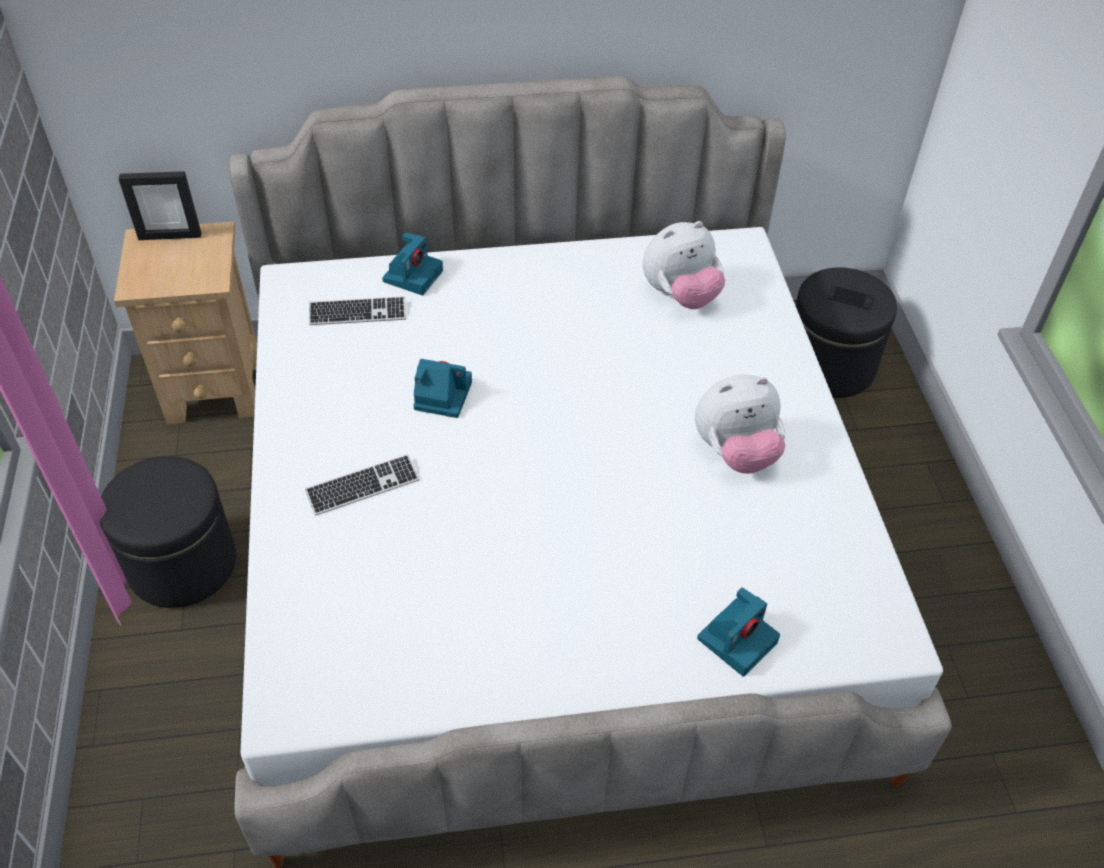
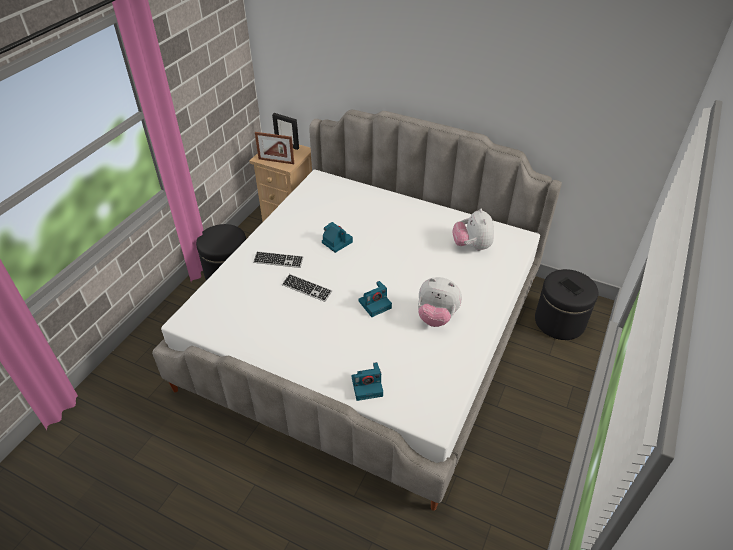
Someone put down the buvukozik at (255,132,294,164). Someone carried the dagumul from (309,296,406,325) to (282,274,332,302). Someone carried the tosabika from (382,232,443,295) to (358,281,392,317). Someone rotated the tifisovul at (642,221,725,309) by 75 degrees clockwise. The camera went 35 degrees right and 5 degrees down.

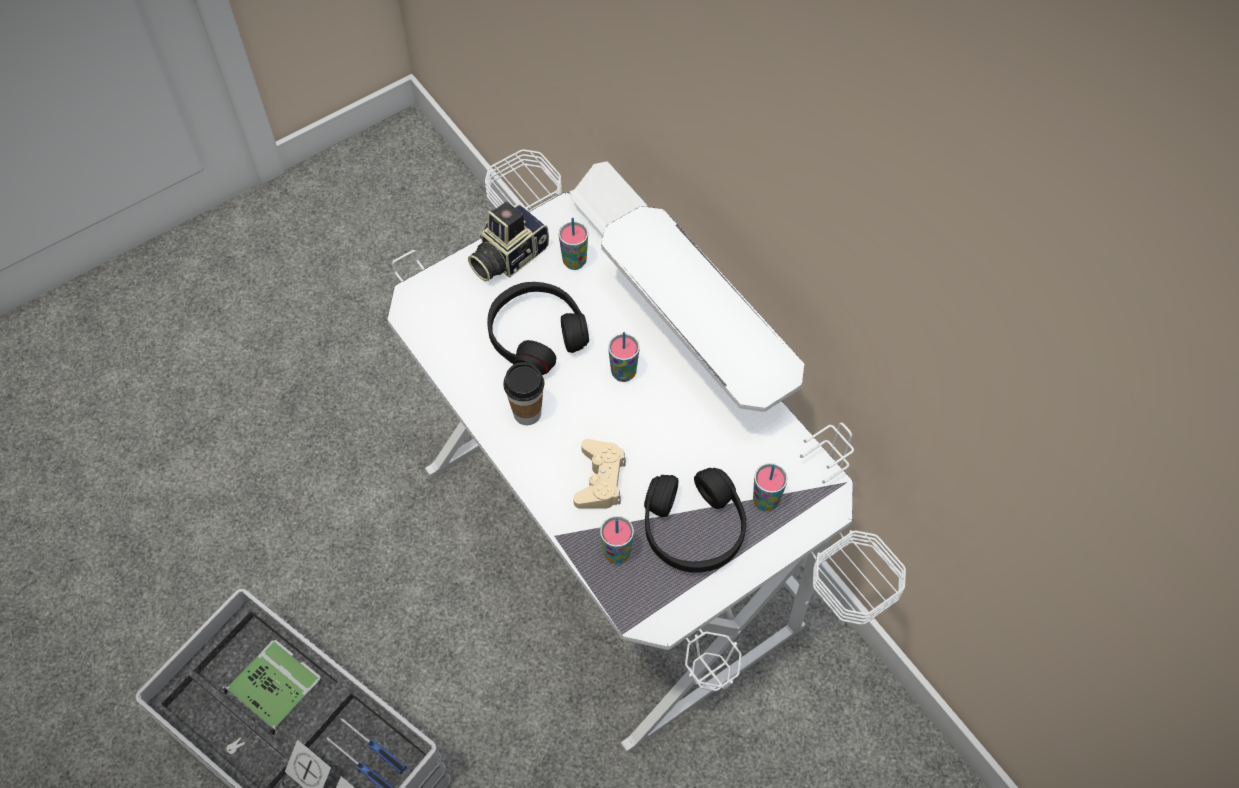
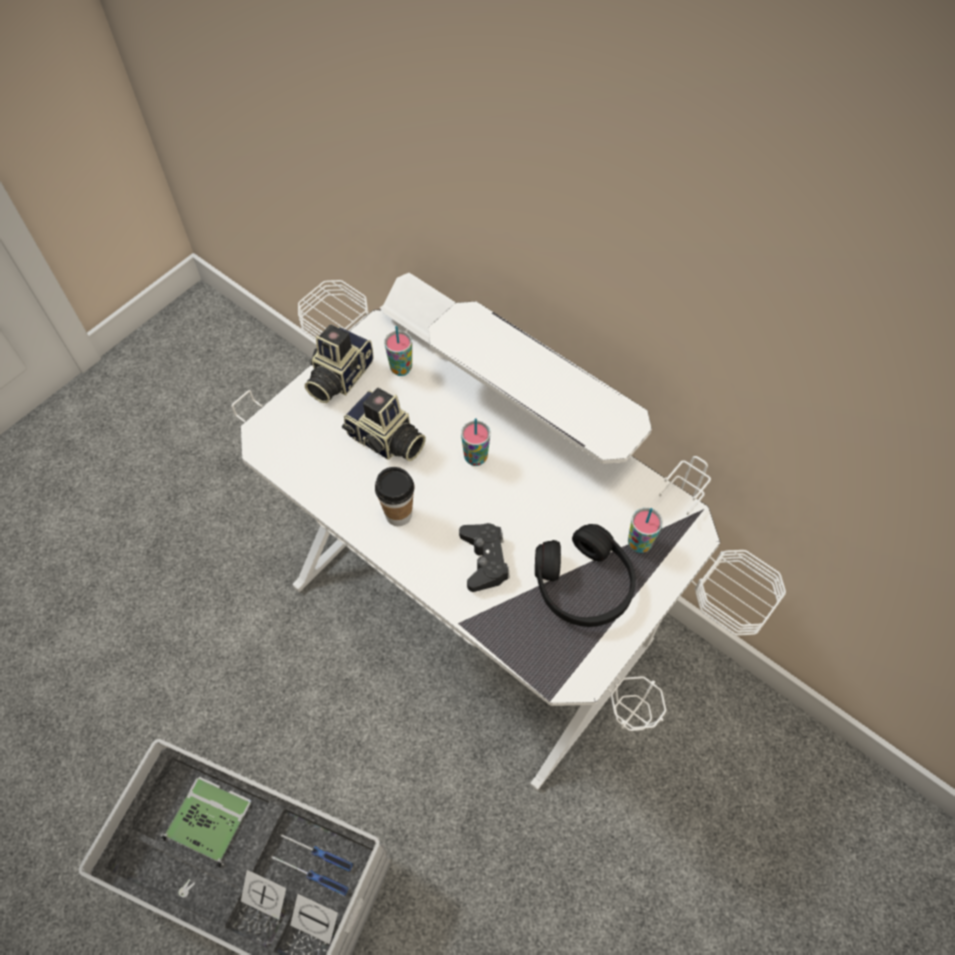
Someone swapped the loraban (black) at (487,282,589,375) for the tosabika at (342,388,426,461). Someone repainted the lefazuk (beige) at (573,439,626,509), which became the lefazuk (black) at (459,523,510,592). Someone took away the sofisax at (600,516,634,564). The camera went 15 degrees left and 0 degrees up.

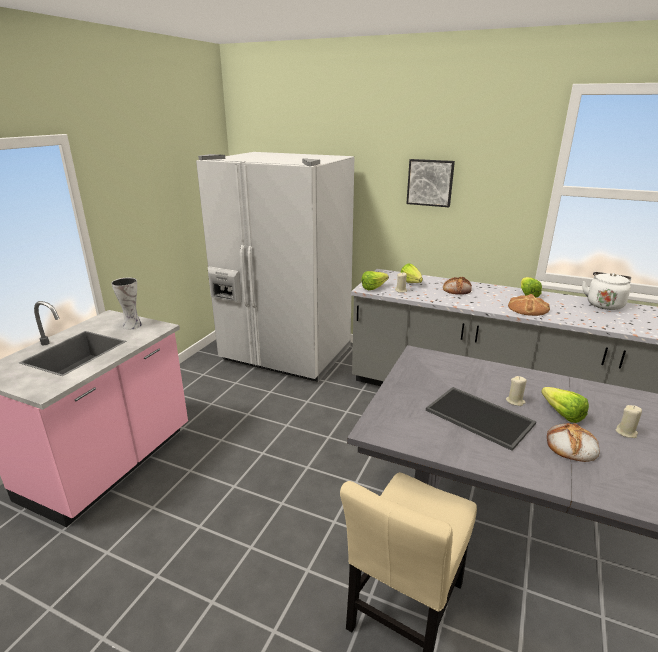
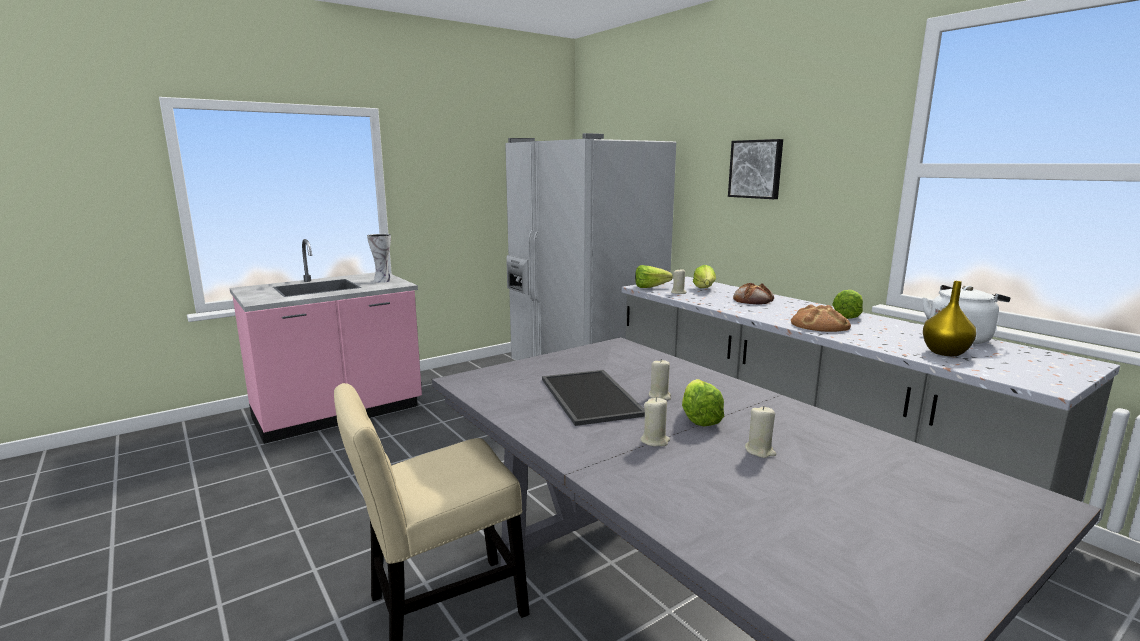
Someone swapped the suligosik at (547,423,600,462) for the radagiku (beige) at (640,397,670,446). Someone put down the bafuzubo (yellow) at (923,281,976,356). The camera went 30 degrees right and 10 degrees down.

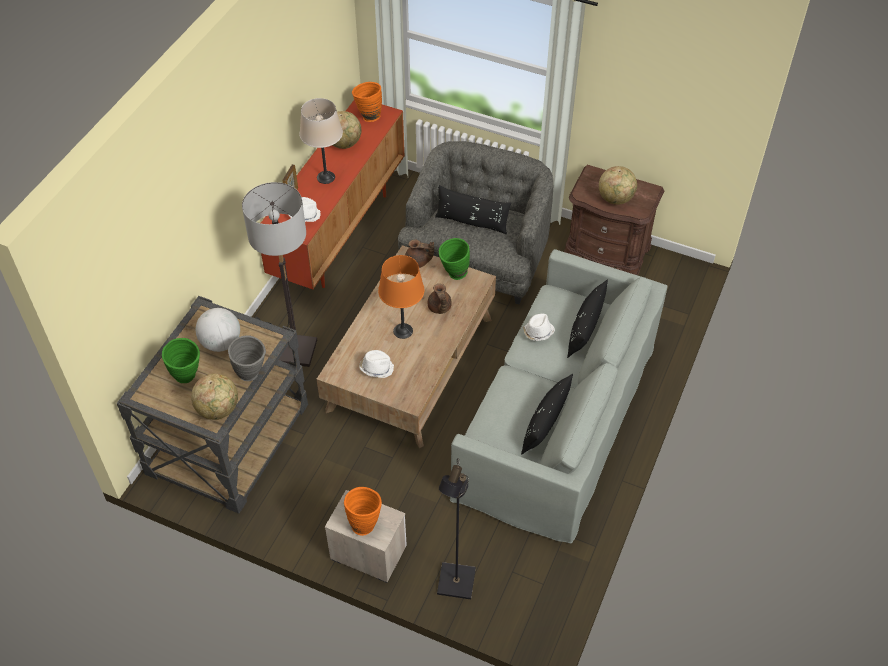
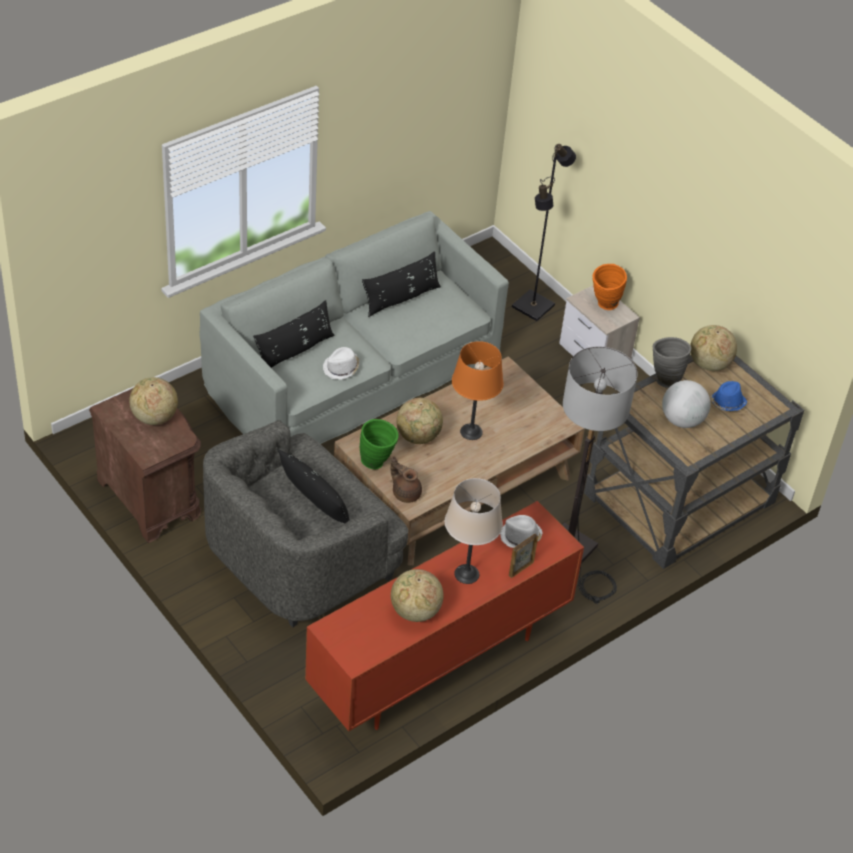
Someone swapped the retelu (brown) at (428,284,452,314) for the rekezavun at (396,398,443,444). Someone swapped the bafuzubo (green) at (162,338,200,383) for the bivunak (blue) at (710,381,747,411). Someone took away the bafuzubo (orange) at (352,82,382,122). Someone took away the bivunak (white) at (359,350,394,378). The camera went 155 degrees left and 5 degrees down.

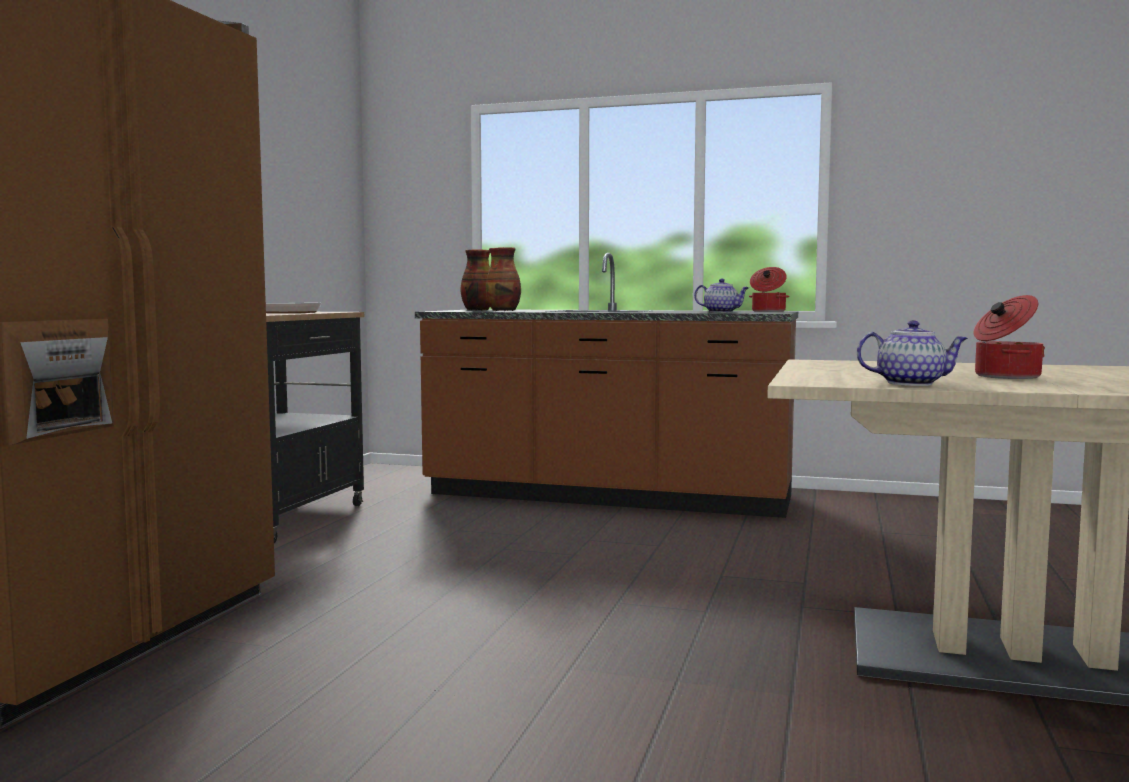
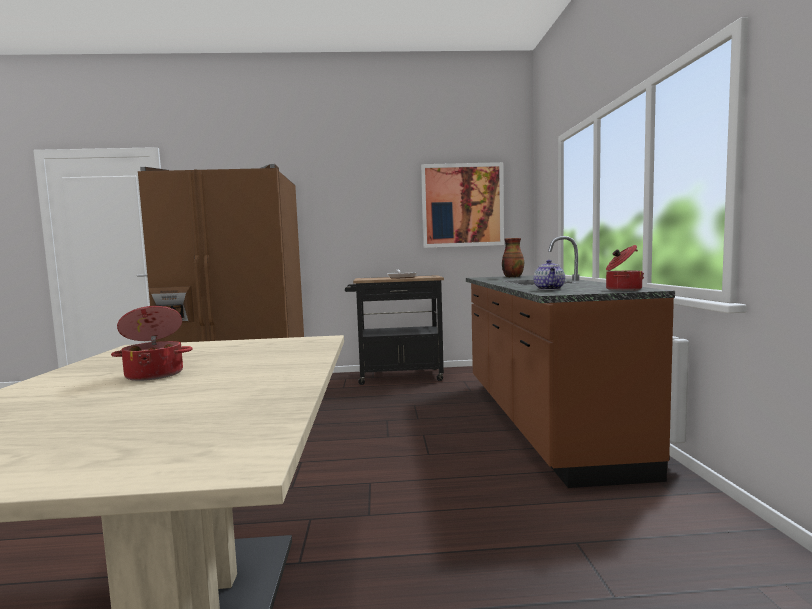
Someone put up the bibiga at (421,162,504,248). Someone took away the bafuzubo at (486,247,521,311). Someone took away the retelu at (857,320,968,386). The camera went 70 degrees right and 0 degrees up.

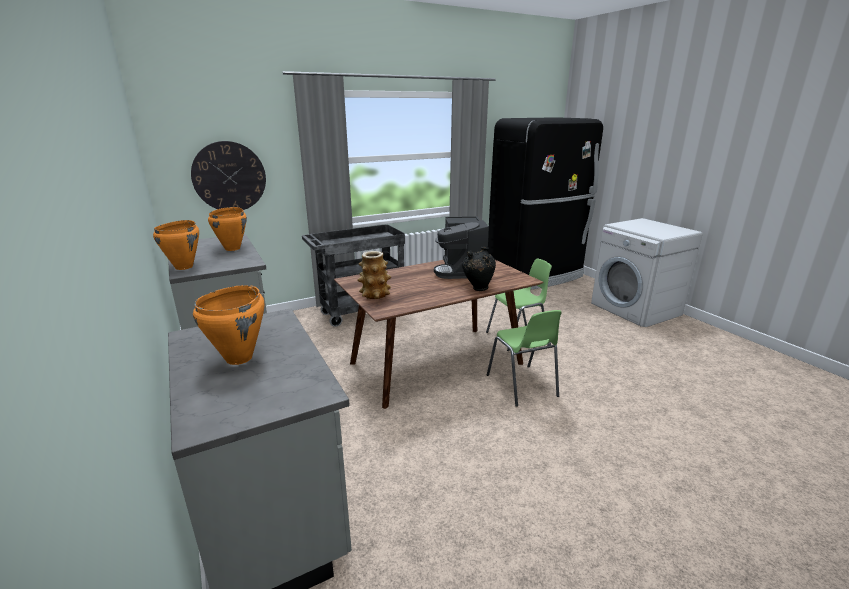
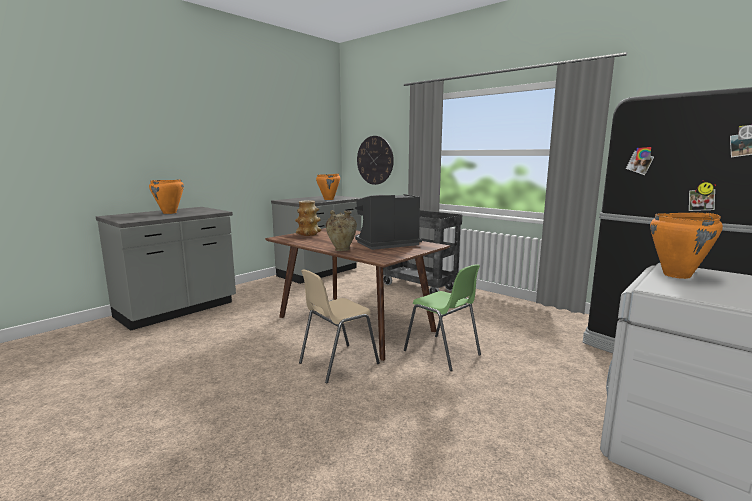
Someone repainted the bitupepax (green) at (487,310,562,407), which became the bitupepax (beige) at (299,269,380,384). Someone repainted the bafuzubo (black) at (462,247,496,291), which became the bafuzubo (beige) at (326,210,357,251). Someone carried the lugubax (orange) from (153,220,199,270) to (650,213,723,279). The camera went 70 degrees right and 10 degrees down.

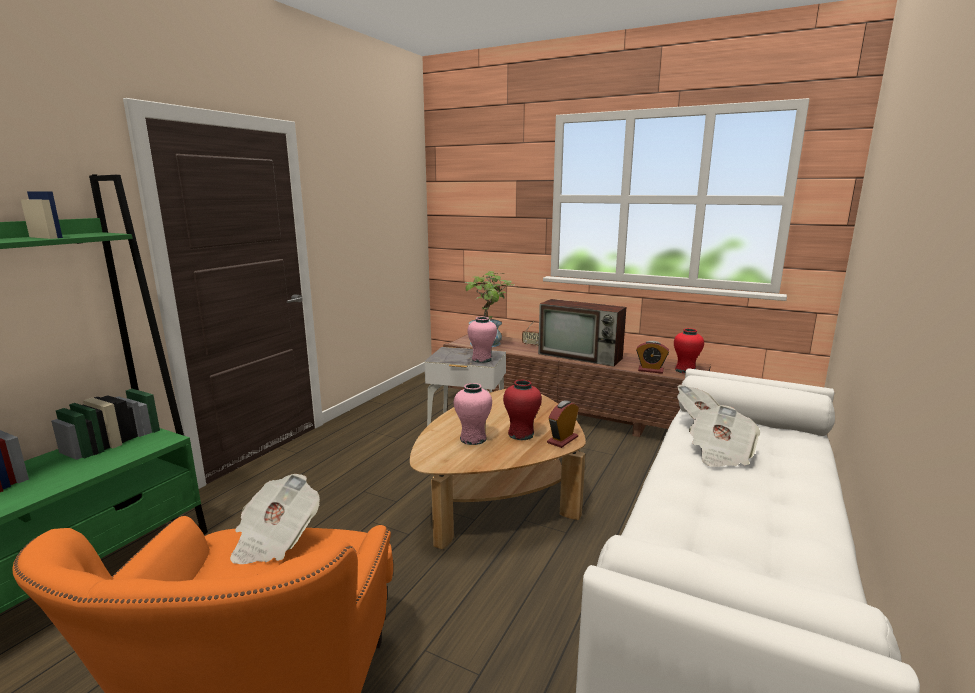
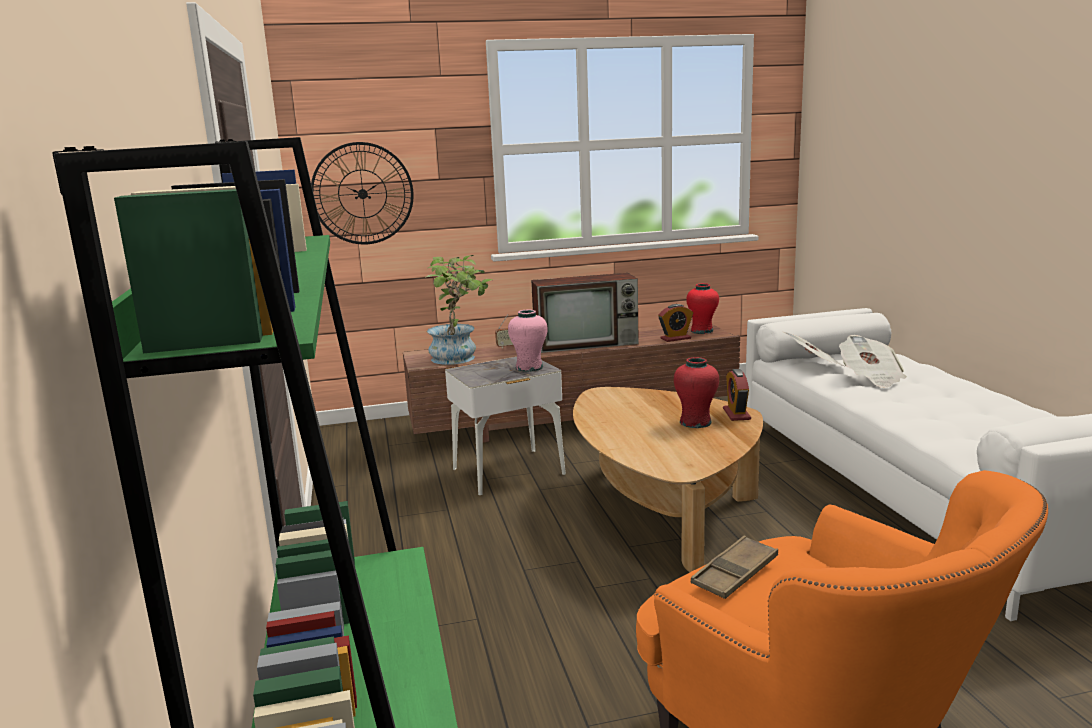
Someone put up the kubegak at (311,142,414,245). Someone swapped the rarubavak at (230,474,320,564) for the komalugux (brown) at (691,536,778,599). Someone took away the bafuzubo (pink) at (454,383,492,445). The camera went 40 degrees left and 0 degrees up.

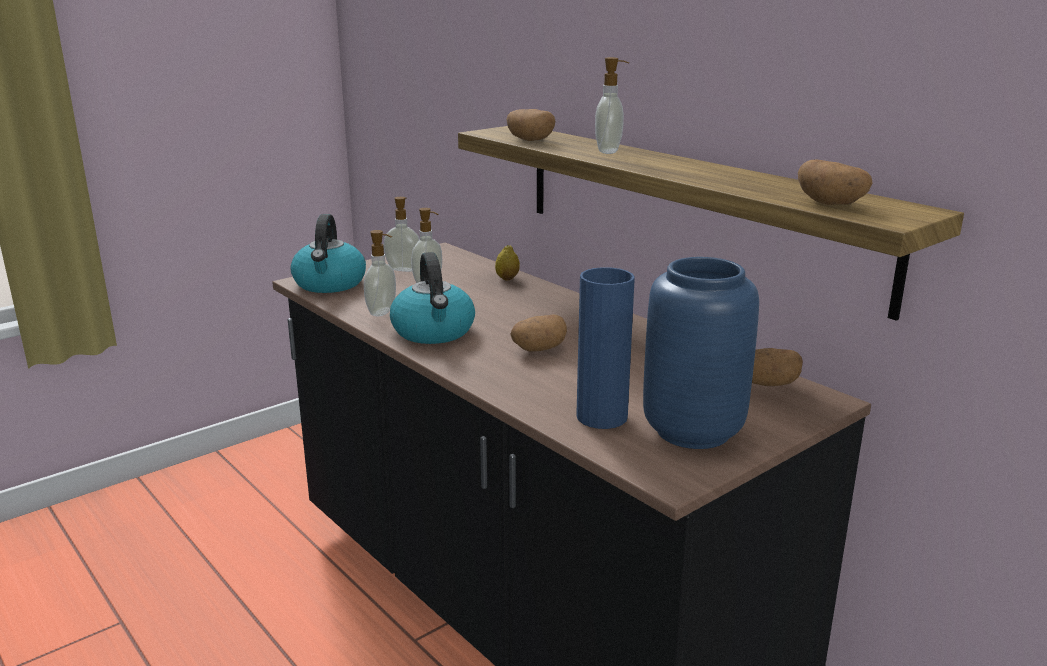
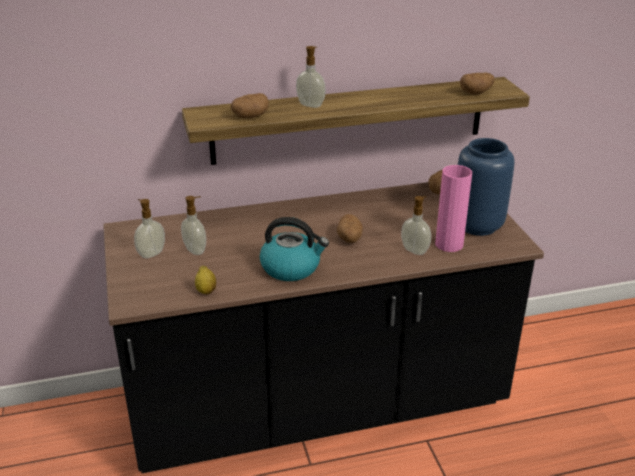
Someone carried the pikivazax from (495,245,520,281) to (195,266,216,294). Someone carried the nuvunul from (364,230,396,316) to (401,196,431,255). Someone repainted the bafuzubo (blue) at (576,267,635,429), which became the bafuzubo (pink) at (435,165,472,252). Someone took away the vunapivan at (290,214,366,293). The camera went 65 degrees left and 10 degrees up.

